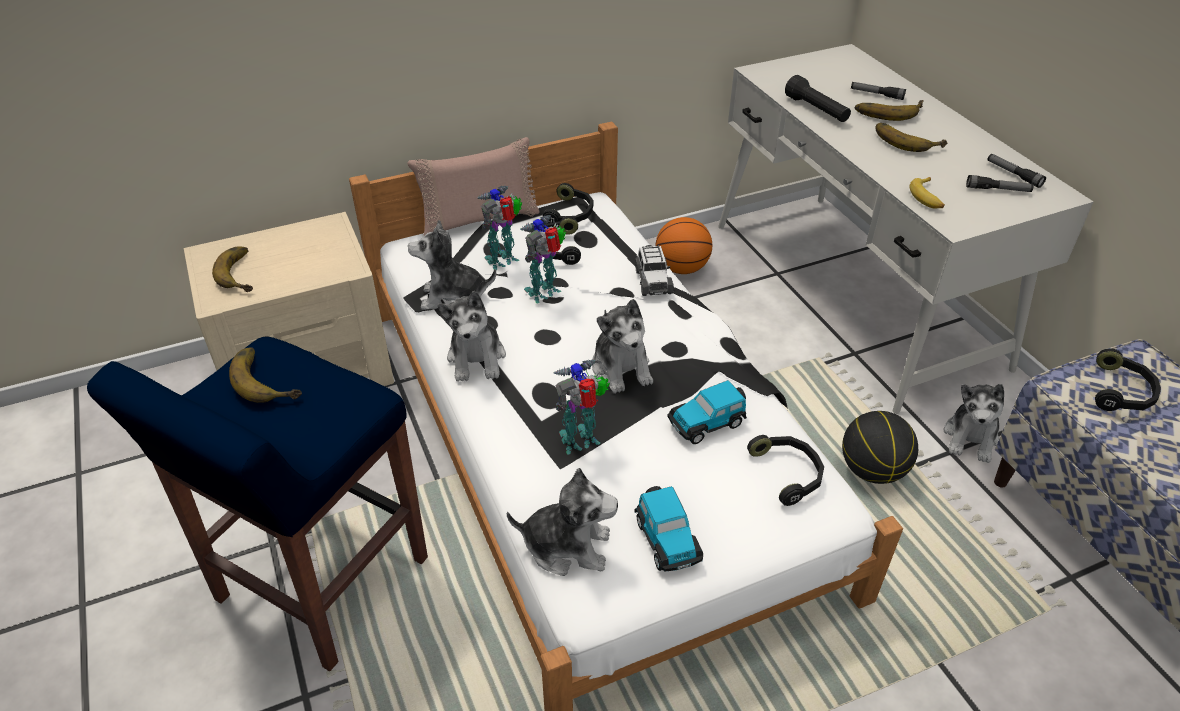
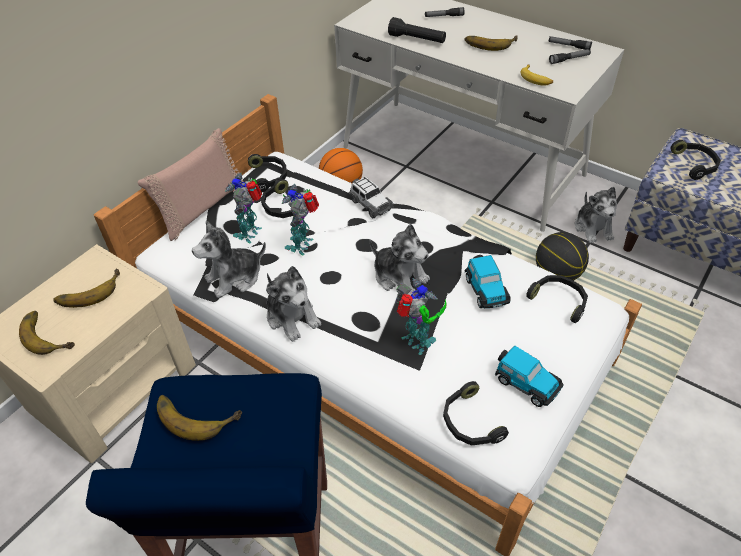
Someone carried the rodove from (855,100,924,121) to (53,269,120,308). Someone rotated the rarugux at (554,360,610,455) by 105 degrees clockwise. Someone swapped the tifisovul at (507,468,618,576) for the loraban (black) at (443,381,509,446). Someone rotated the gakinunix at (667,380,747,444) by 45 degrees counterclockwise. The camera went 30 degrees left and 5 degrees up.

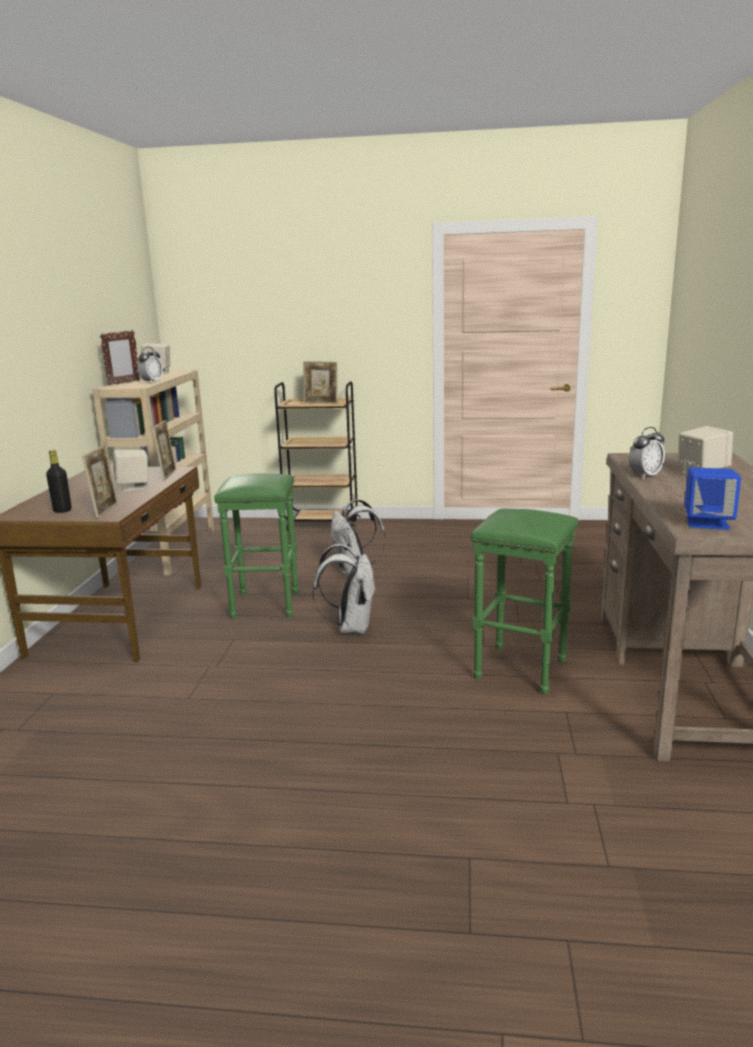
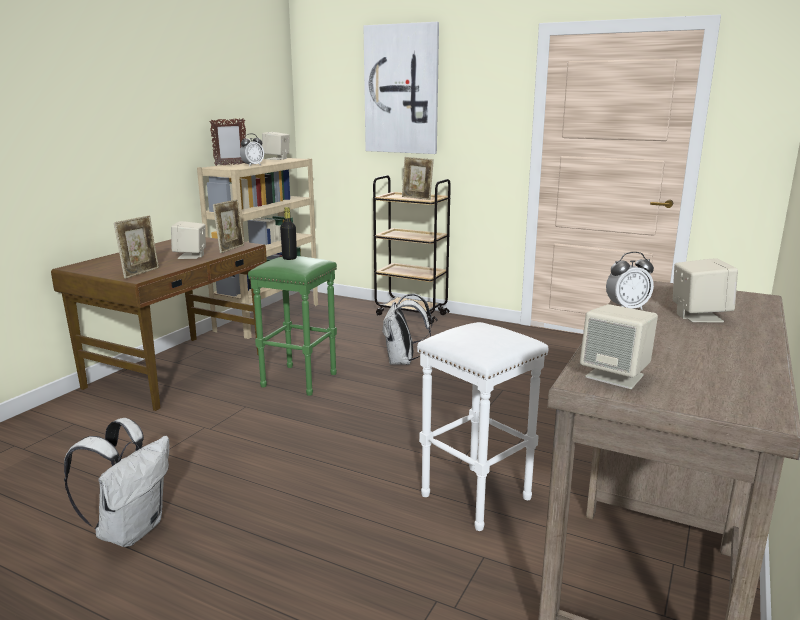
Someone carried the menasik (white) from (312,544,376,634) to (64,418,169,547). Someone carried the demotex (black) from (46,450,72,513) to (280,207,297,260). Someone put up the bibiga at (364,22,439,154). Someone repainted the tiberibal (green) at (471,508,578,694), which became the tiberibal (white) at (417,322,549,531). Someone repainted the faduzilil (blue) at (685,467,741,530), which became the faduzilil (beige) at (580,304,658,389). The camera went 20 degrees right and 0 degrees up.

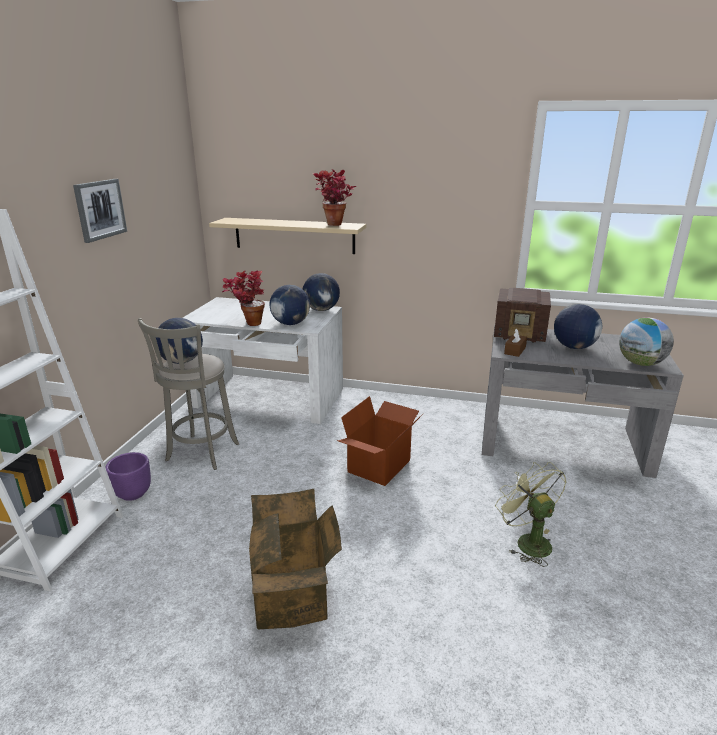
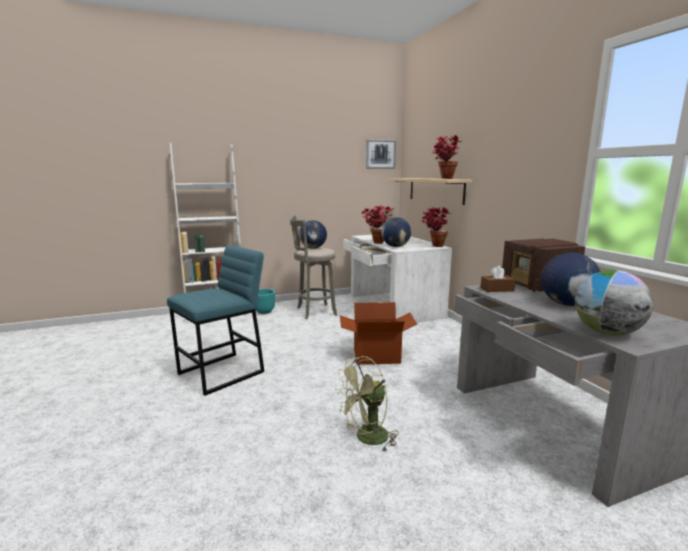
Someone swapped the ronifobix at (249,489,342,629) for the tiberibal (blue) at (167,245,264,396). Someone repainted the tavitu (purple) at (105,452,151,501), which became the tavitu (turquoise) at (255,289,275,314). Someone rotated the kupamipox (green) at (495,462,566,567) by 150 degrees counterclockwise. Someone carried the bibiga from (73,179,127,243) to (366,139,396,169). Someone swapped the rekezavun at (303,273,340,311) for the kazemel at (422,207,450,247). The camera went 55 degrees right and 10 degrees down.

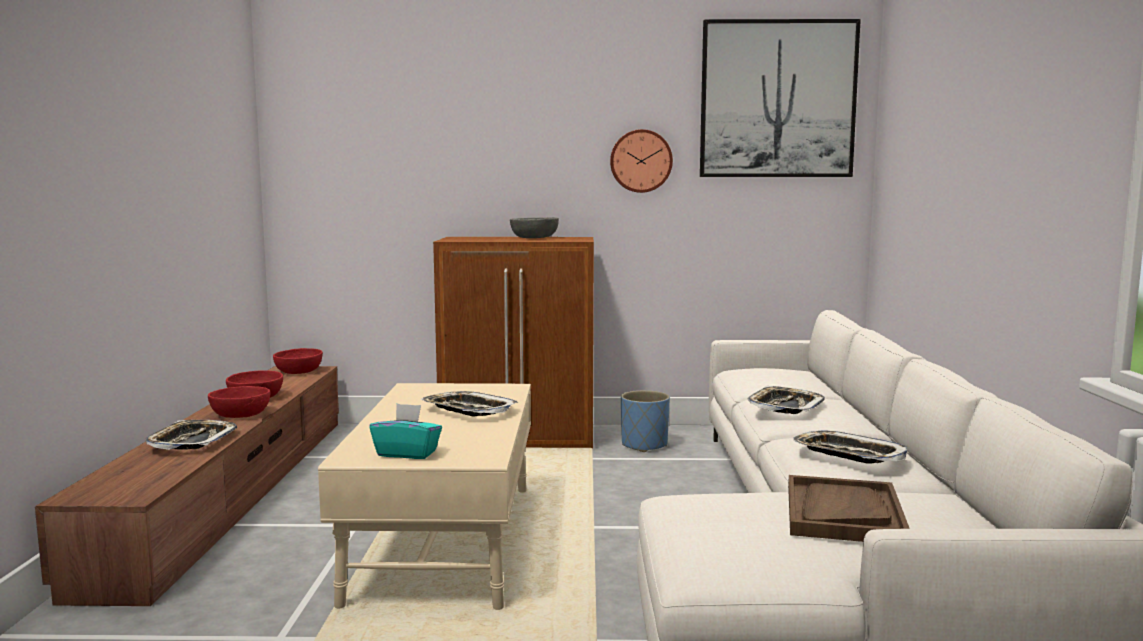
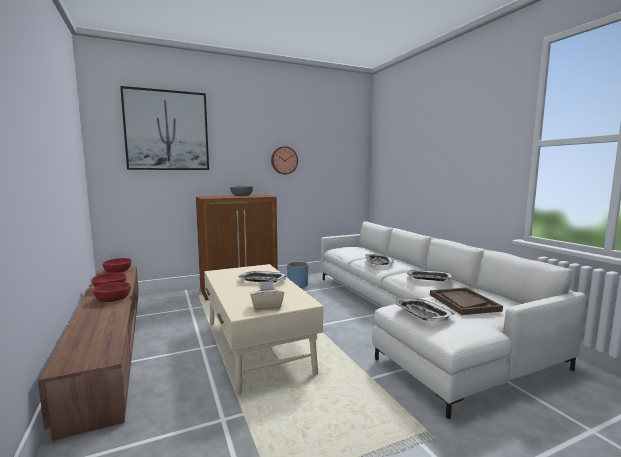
Someone carried the bibiga from (700,19,861,177) to (120,86,209,170). Someone repainted the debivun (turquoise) at (369,404,442,459), which became the debivun (beige) at (250,281,284,310). Someone carried the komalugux from (145,420,237,450) to (393,298,455,322). The camera went 25 degrees left and 0 degrees up.

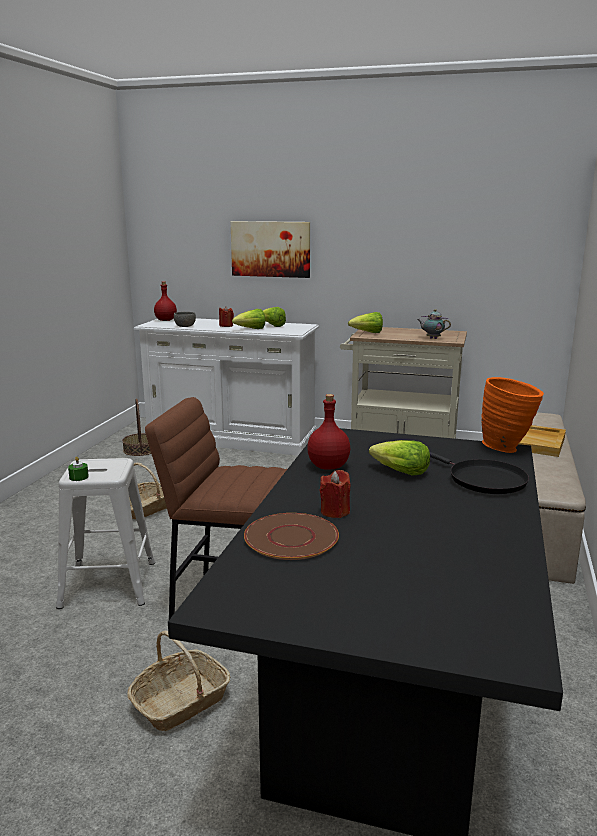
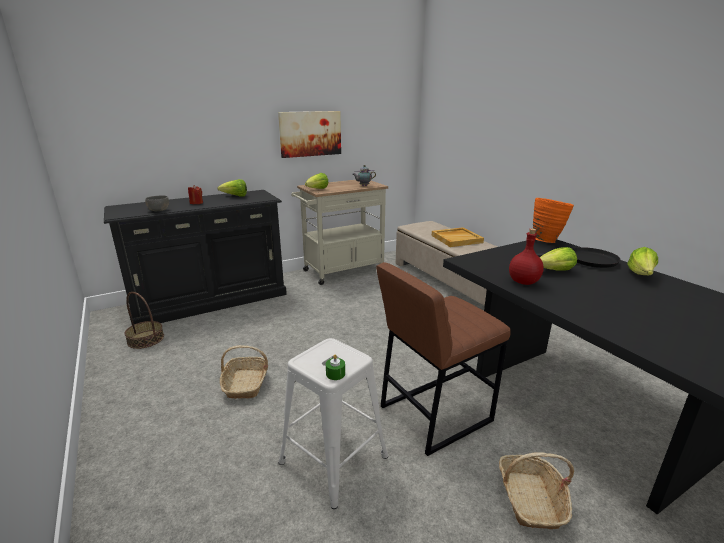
Someone repainted the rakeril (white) at (134,318,319,456), which became the rakeril (black) at (104,190,287,324). Someone carried the bibiga from (231,221,310,278) to (278,111,341,158). Someone carried the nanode from (232,309,265,329) to (627,247,658,275). Someone took away the demotex (red) at (154,281,177,321). Someone took away the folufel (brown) at (244,513,339,560). Someone took away the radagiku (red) at (320,470,351,518). The camera went 45 degrees left and 5 degrees up.

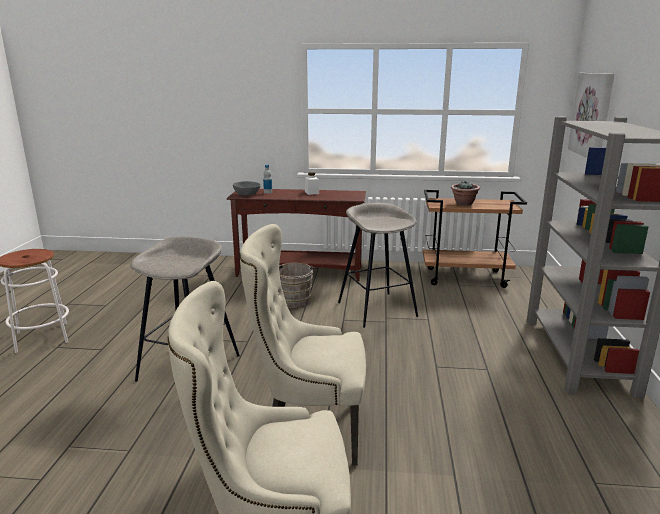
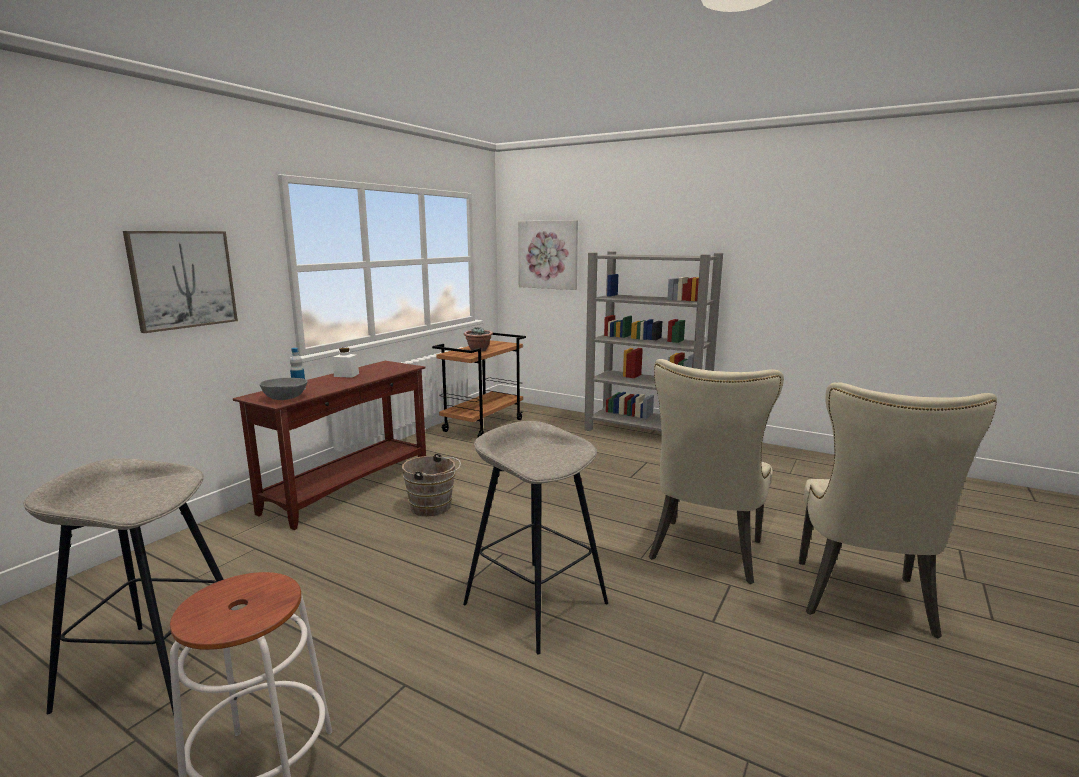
Someone carried the tiberibal (grey) from (338,203,418,328) to (23,458,238,716). Someone put up the bibiga at (123,231,238,333). The camera went 65 degrees left and 5 degrees down.

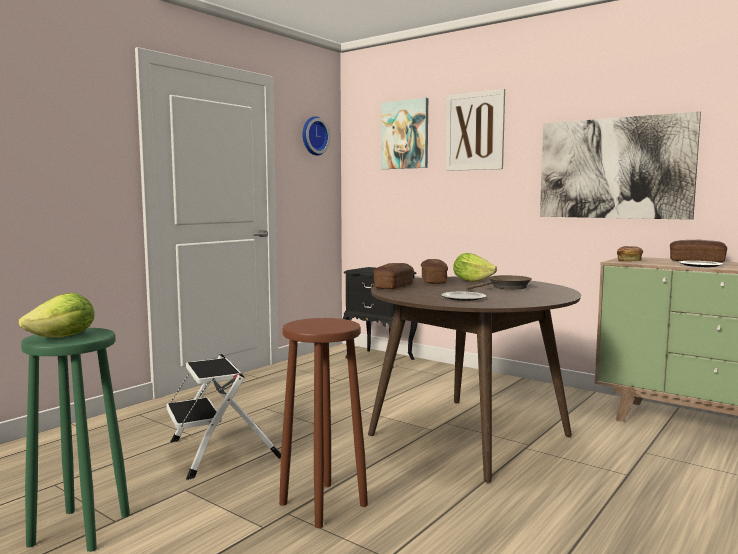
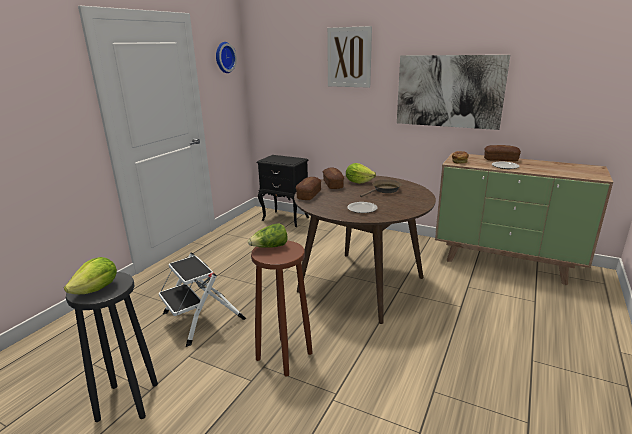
Someone repainted the tiberibal (green) at (21,328,130,552), which became the tiberibal (black) at (66,272,158,422). Someone put down the nanode at (248,224,288,248). Someone took away the bibiga at (381,98,428,169). The camera went 10 degrees left and 15 degrees up.

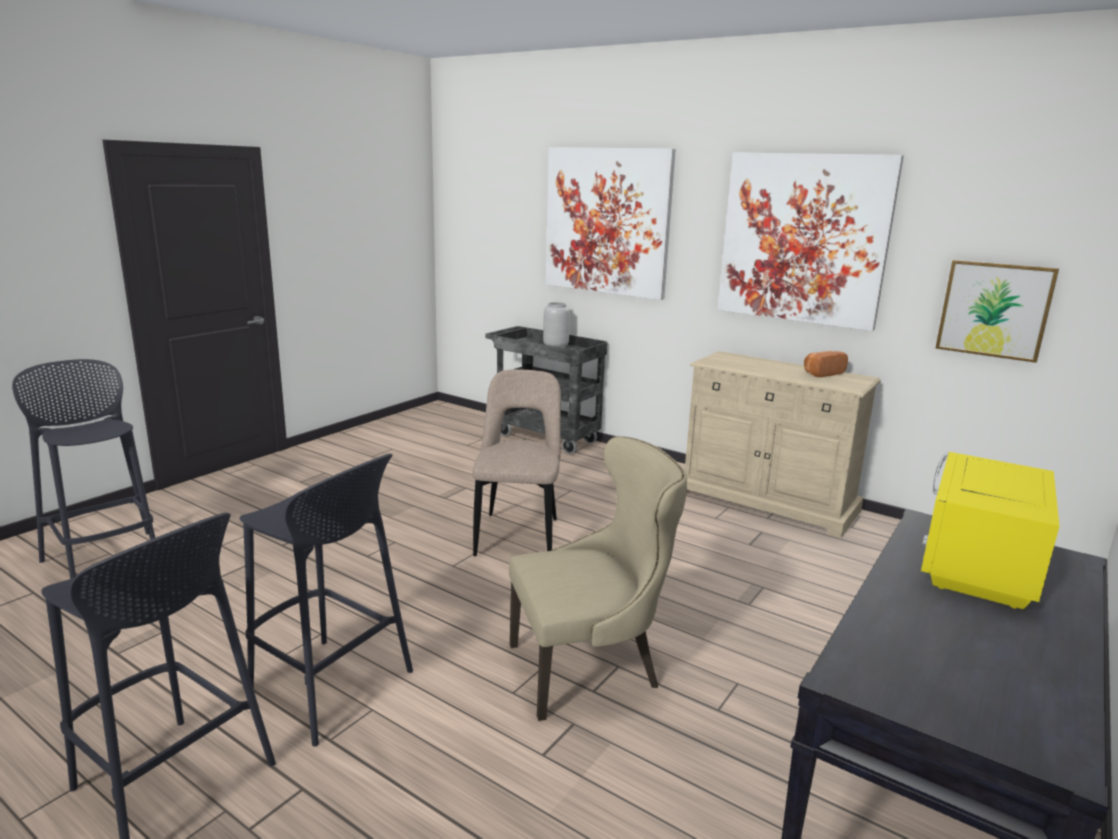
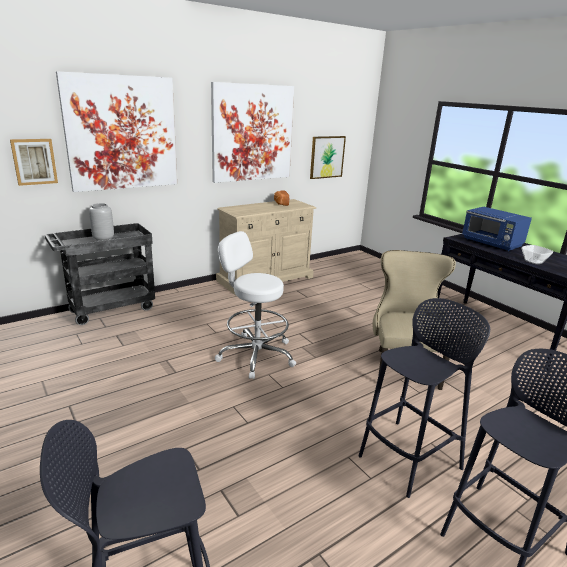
Someone put up the bibiga at (10,139,58,186). Someone swapped the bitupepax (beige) at (473,370,561,556) for the tiberibal (white) at (215,231,296,379). Someone repainted the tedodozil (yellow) at (921,452,1059,609), which became the tedodozil (blue) at (462,207,532,251). Someone put down the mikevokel at (521,245,553,264). The camera went 70 degrees left and 5 degrees up.

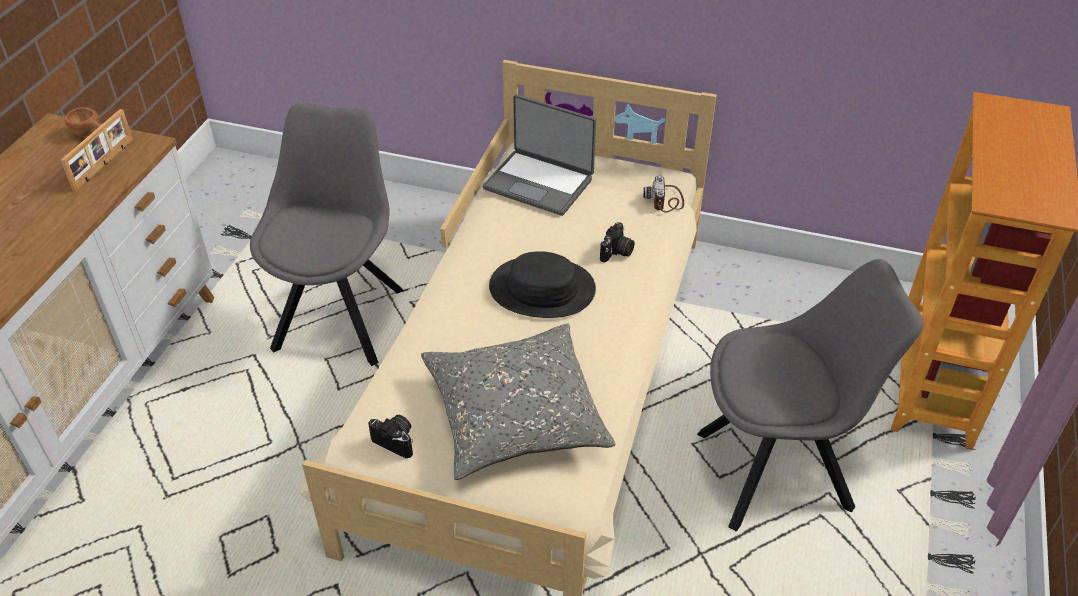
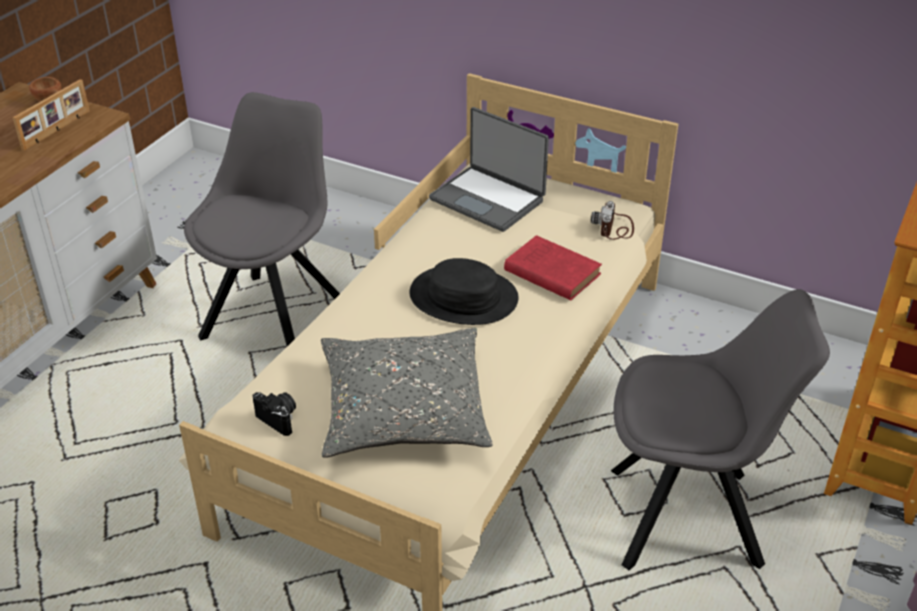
Someone swapped the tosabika at (600,222,635,263) for the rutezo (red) at (504,235,602,300). The camera went 10 degrees right and 5 degrees down.

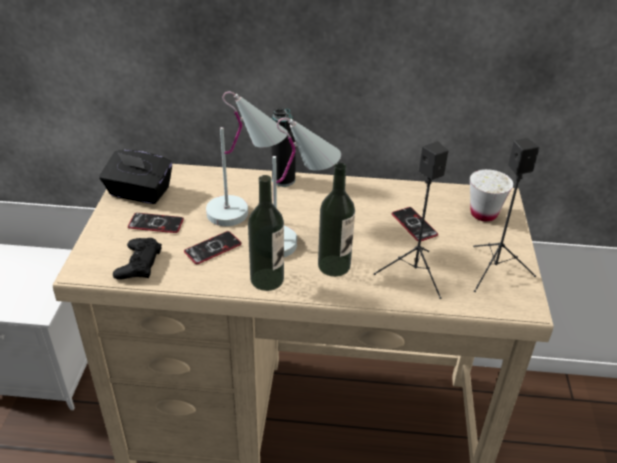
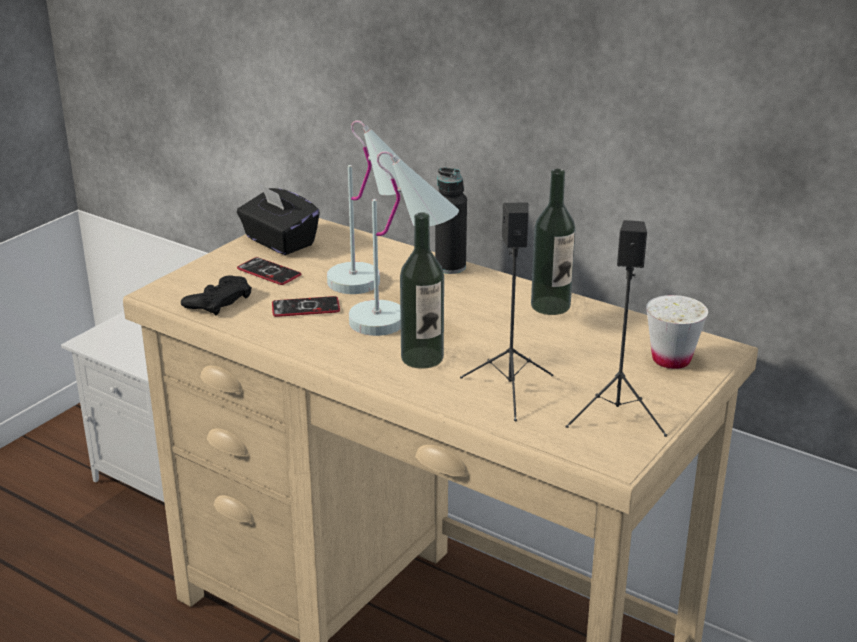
Someone carried the demotex from (248,175,284,291) to (531,169,576,315). Someone took away the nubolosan at (392,207,438,241). The camera went 30 degrees right and 10 degrees down.

